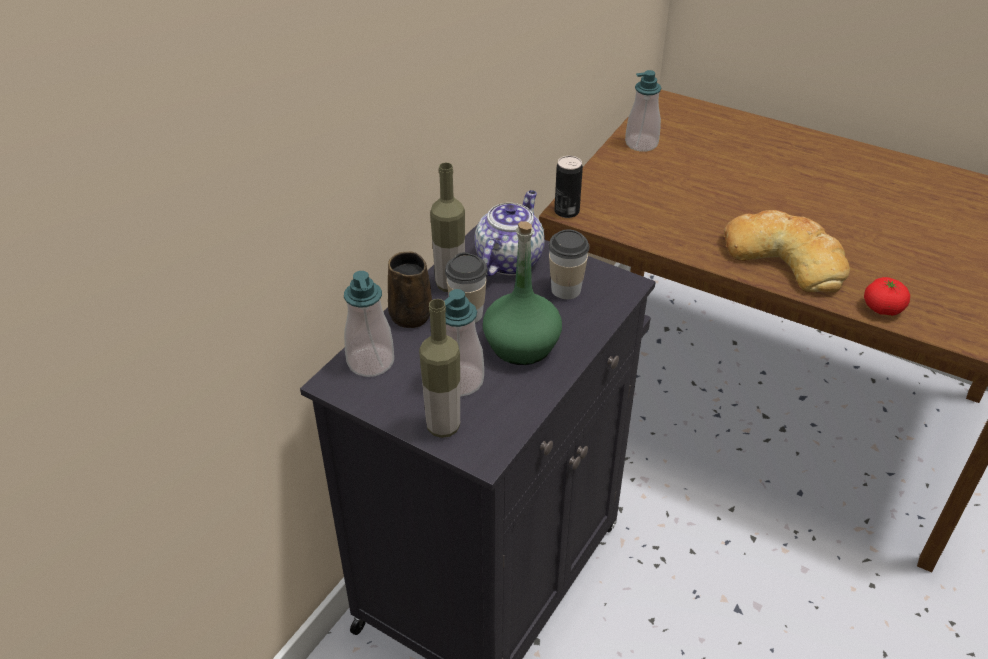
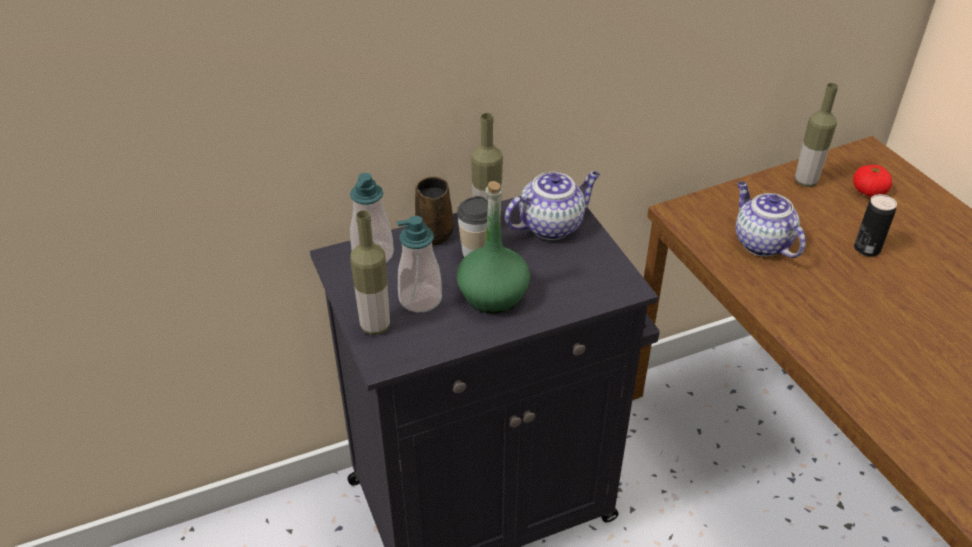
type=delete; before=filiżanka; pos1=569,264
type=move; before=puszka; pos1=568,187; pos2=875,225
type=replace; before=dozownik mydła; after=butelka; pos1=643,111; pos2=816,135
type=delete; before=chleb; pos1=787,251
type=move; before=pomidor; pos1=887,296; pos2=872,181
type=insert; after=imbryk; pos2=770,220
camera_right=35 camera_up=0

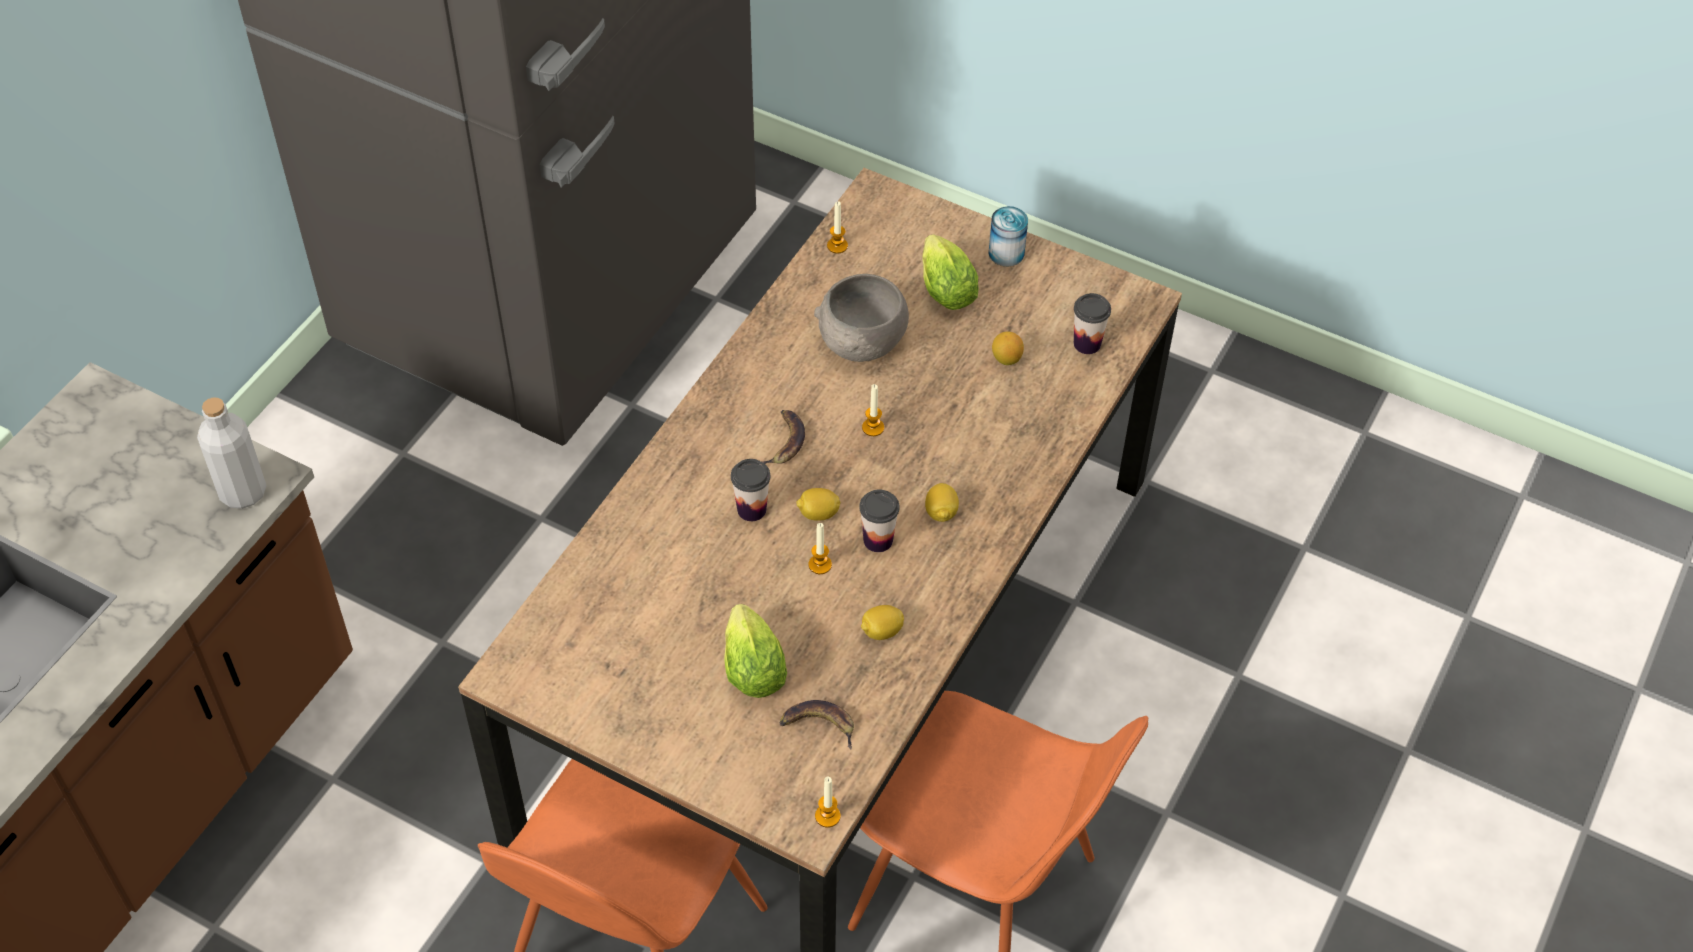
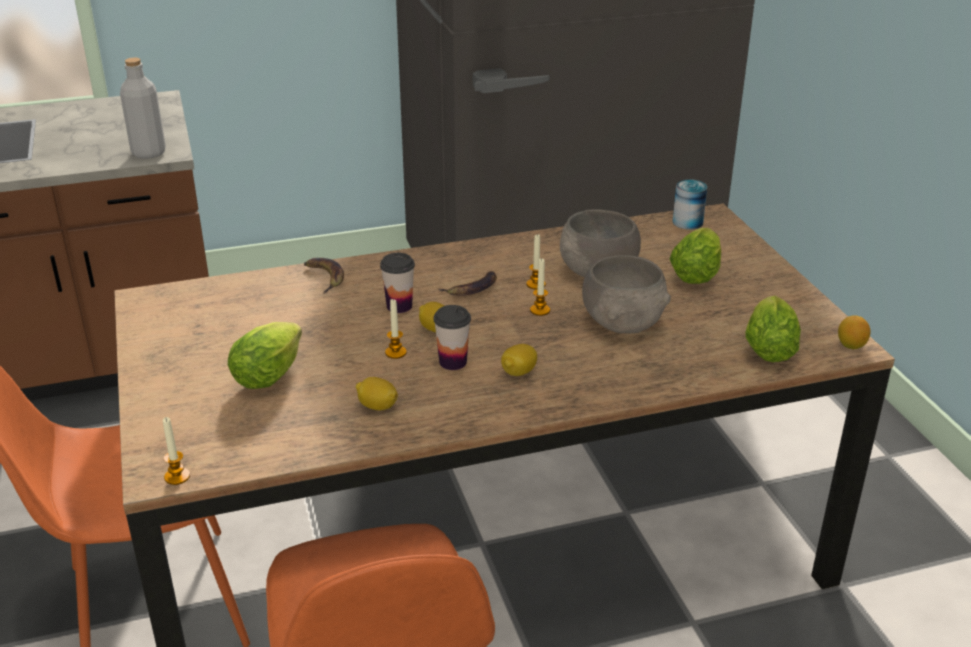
type=move; before=banan; pos1=817,725; pos2=324,276
type=move; before=świeca; pos1=837,227; pos2=536,261
type=move; before=puszka; pos1=1008,236; pos2=690,204
type=move; before=cytryna; pos1=1008,348; pos2=854,332
type=replace; before=filiżanka; after=sałata; pos1=1092,323; pos2=773,329
type=insert; after=miska [szary]; pos2=626,294
camera_right=45 camera_up=-20

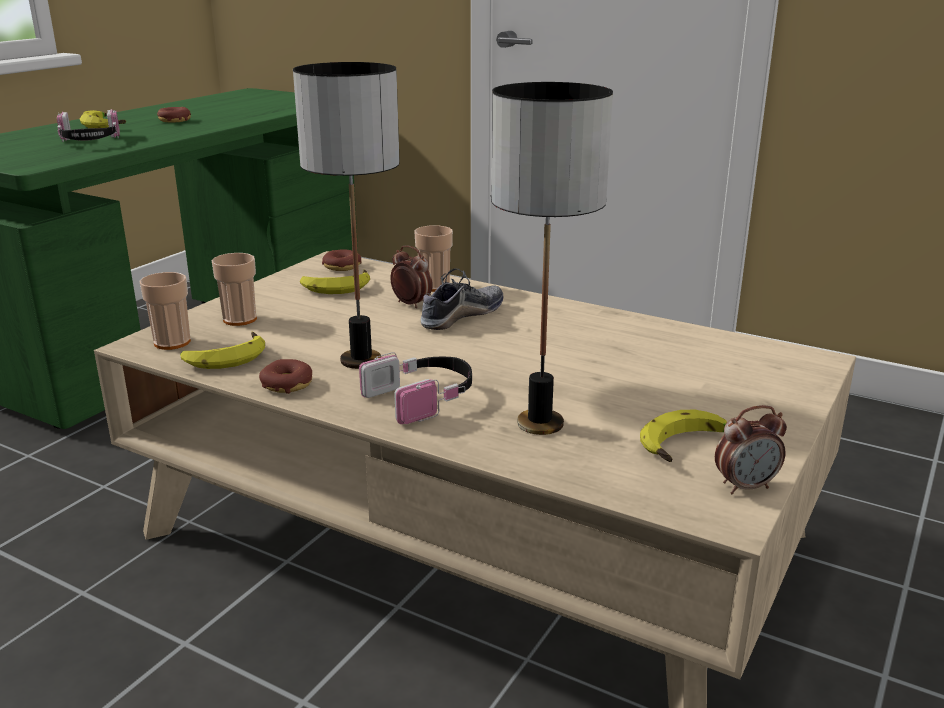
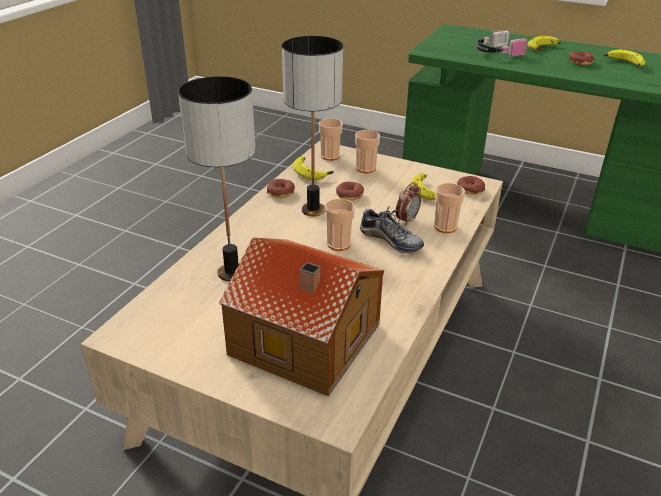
type=delete; before=słuchawki; pos1=415,388
type=move; before=banan; pos1=683,436; pos2=623,58
type=delete; before=budzik; pos1=751,449
type=insert; after=domek; pos2=301,317
type=insert; after=filiżanka; pos2=340,225
type=insert; after=donut; pos2=350,191
camera_right=85 camera_up=10

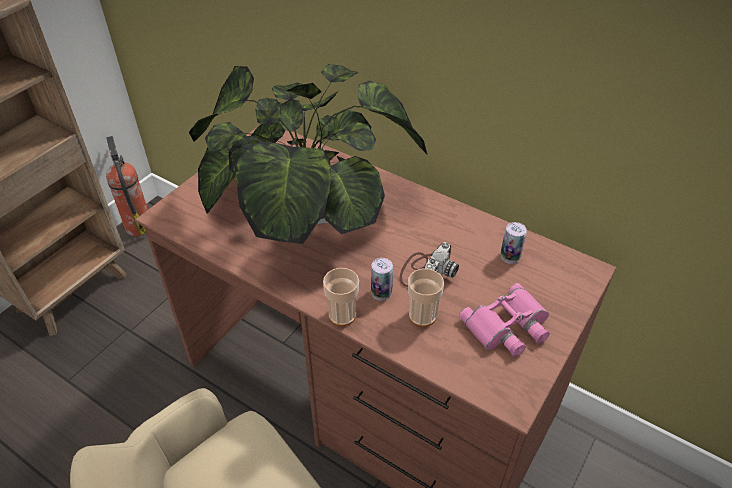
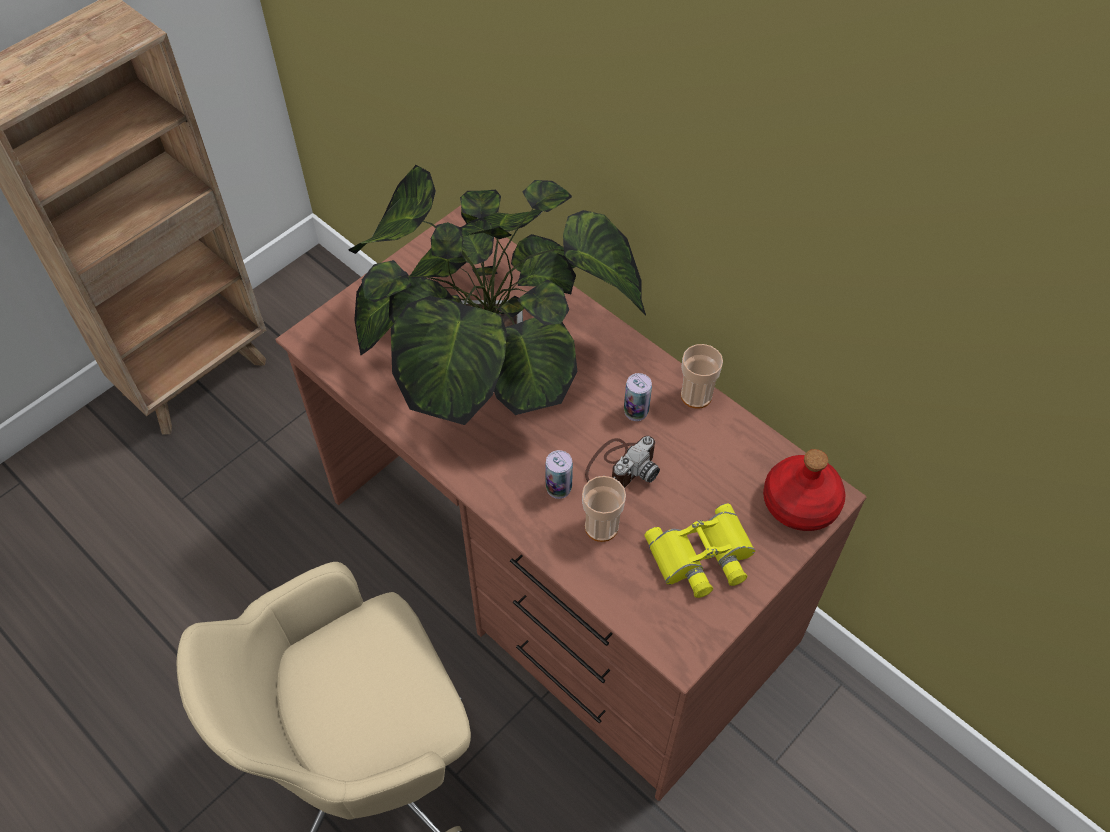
type=delete; before=gaśnica; pos1=127,186
type=move; before=filiżanka; pos1=341,297; pos2=702,376
type=recolor; before=lornetka [różowy]; after=lornetka [żółty]; pos1=504,320; pos2=700,550
type=move; before=puszka; pos1=514,243; pos2=638,397
type=insert; after=butelka [czerwony]; pos2=804,490
camera_right=10 camera_up=10

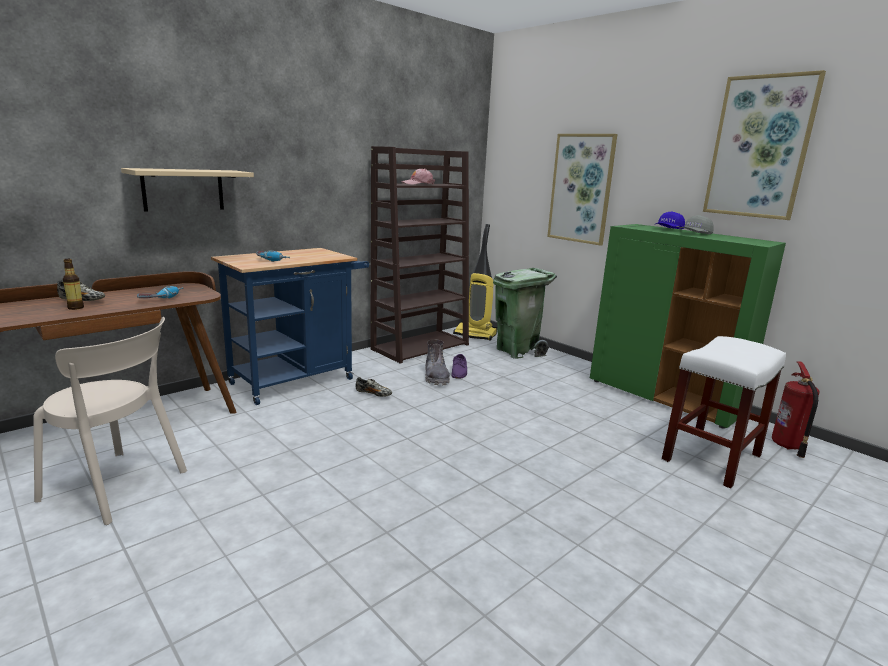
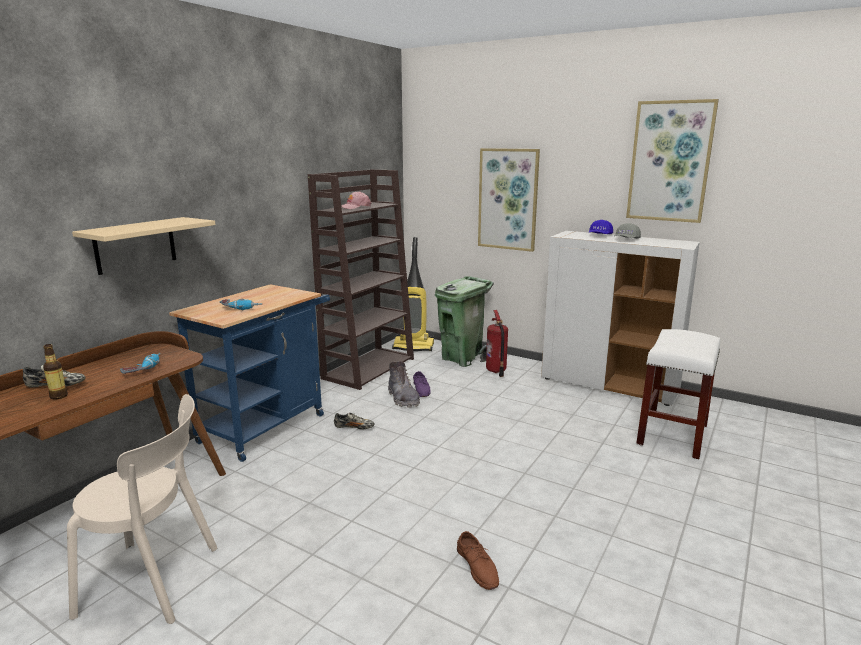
type=recolor; before=szafka [zielony]; after=szafka [biały]; pos1=688,326; pos2=620,318
type=move; before=gaśnica; pos1=795,409; pos2=497,343
type=insert; after=but [brązowy]; pos2=478,560
camera_right=-15 camera_up=0

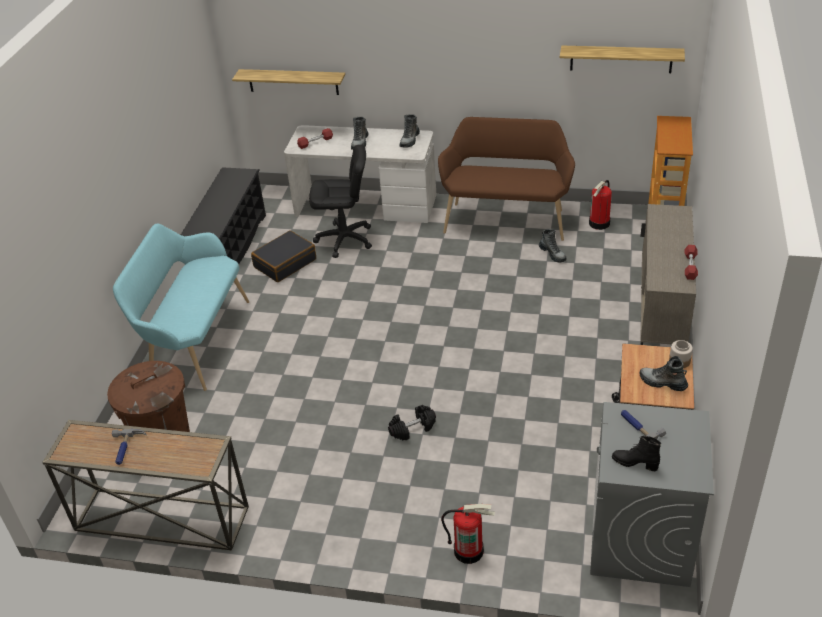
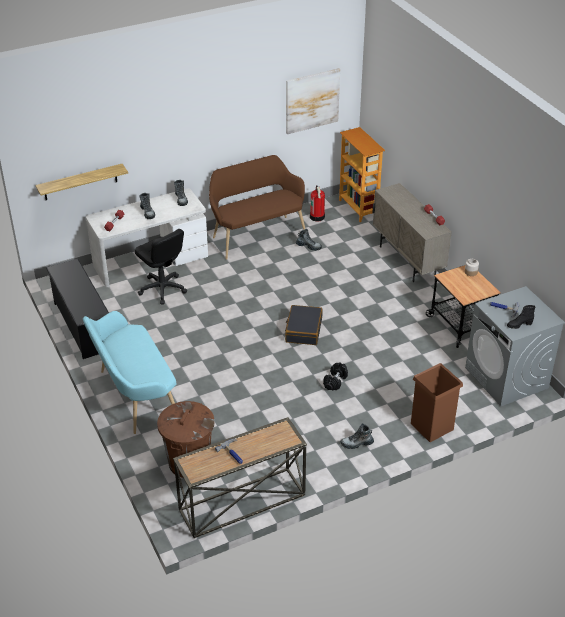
type=move; before=walizka [czarny]; pos1=283,256; pos2=304,325
type=rotate; before=krzesło biurowe [czarny]; pos1=340,201; pos2=161,267; turn=90
type=replace; before=gaśnica; after=kosz na śmieci [brązowy]; pos1=468,534; pos2=437,402
type=replace; before=półka; after=obraz; pos1=622,59; pos2=313,101
type=move; before=but z cholewką; pos1=663,373; pos2=357,436
camera_right=-40 camera_up=0

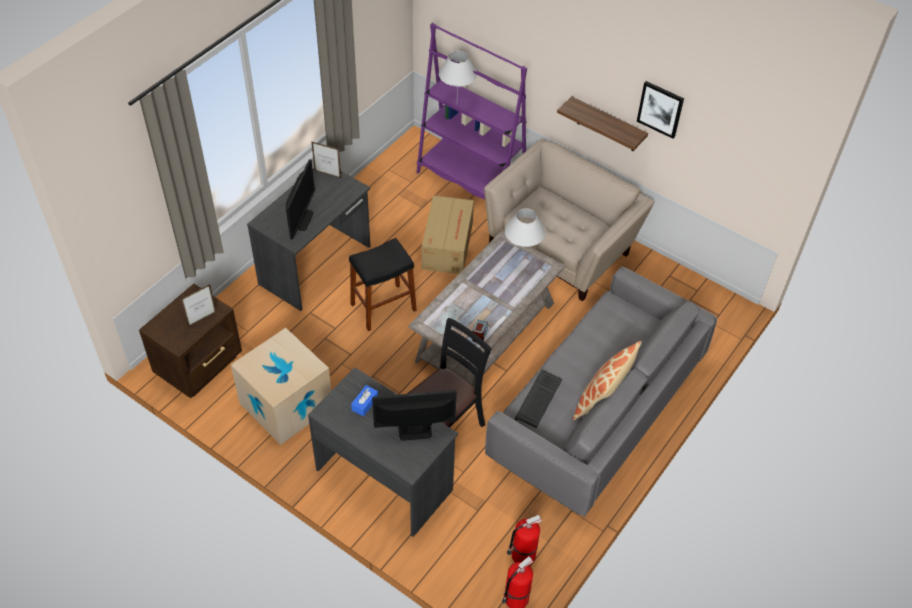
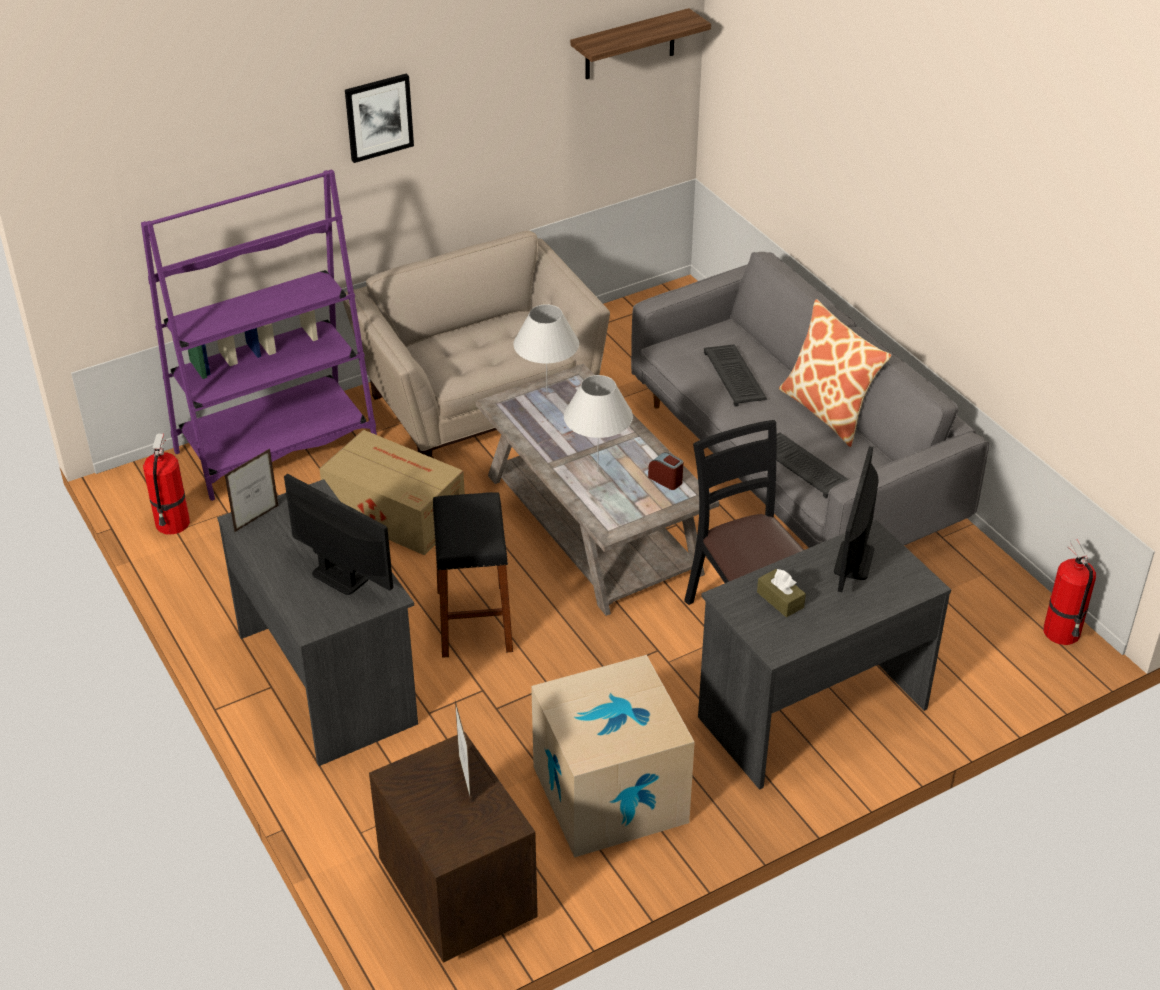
type=recolor; before=pudełko chusteczek [niebieski]; after=pudełko chusteczek [brązowy]; pos1=364,400; pos2=781,593
type=move; before=lampa stołowa [biały]; pos1=458,72; pos2=598,423
type=move; before=gaśnica; pos1=524,540; pos2=166,484
type=move; before=półka; pos1=602,123; pos2=640,43
type=move; before=obraz; pos1=660,110; pos2=379,118
type=insert; after=klawiatura; pos2=735,375
camera_right=-65 camera_up=-10

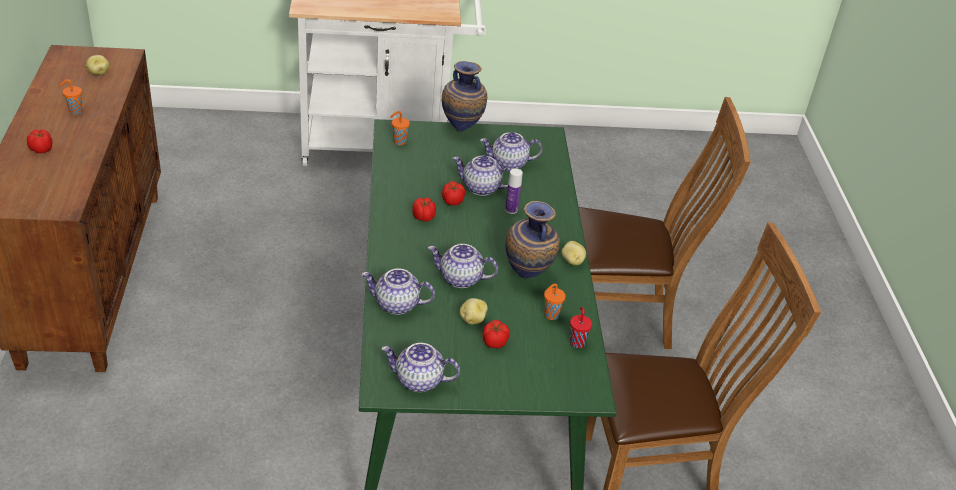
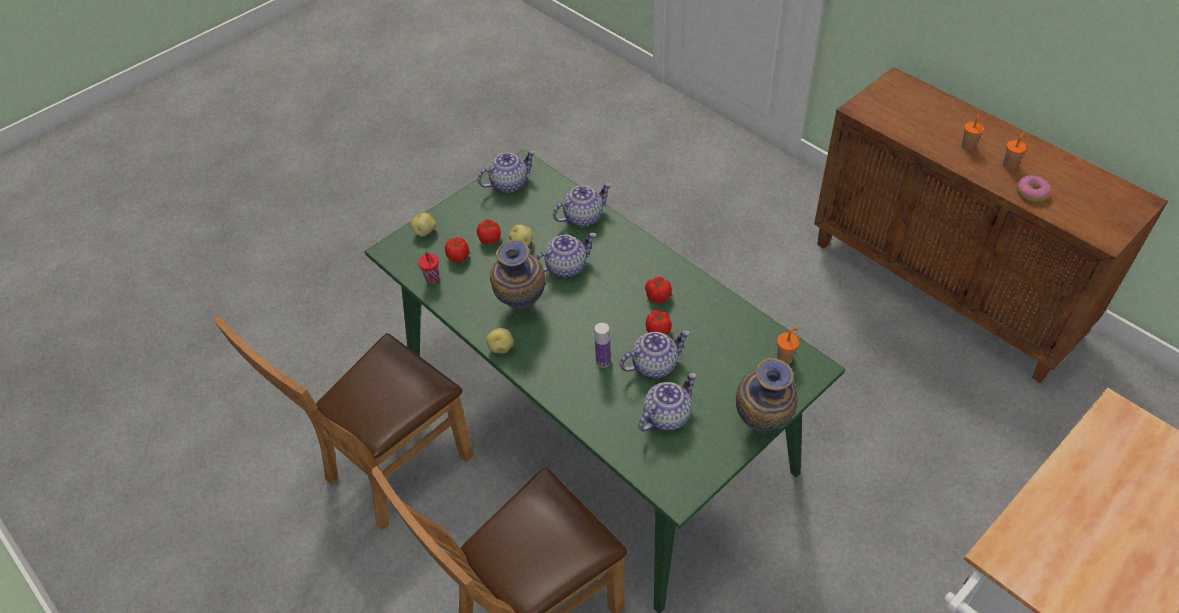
type=move; before=pomidor; pos1=39,141; pos2=457,250
type=move; before=ziemniak; pos1=97,65; pos2=423,225
type=move; before=filiżanka [pomarańczowy]; pos1=555,301; pos2=972,132
type=insert; after=donut; pos2=1034,188
camera_right=145 camera_up=10

